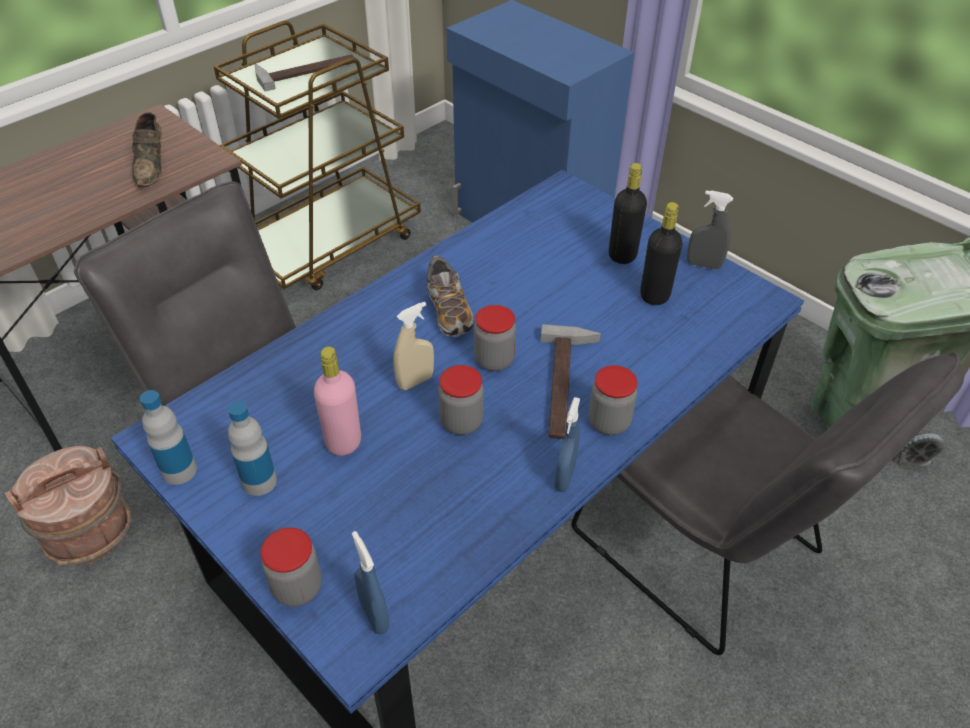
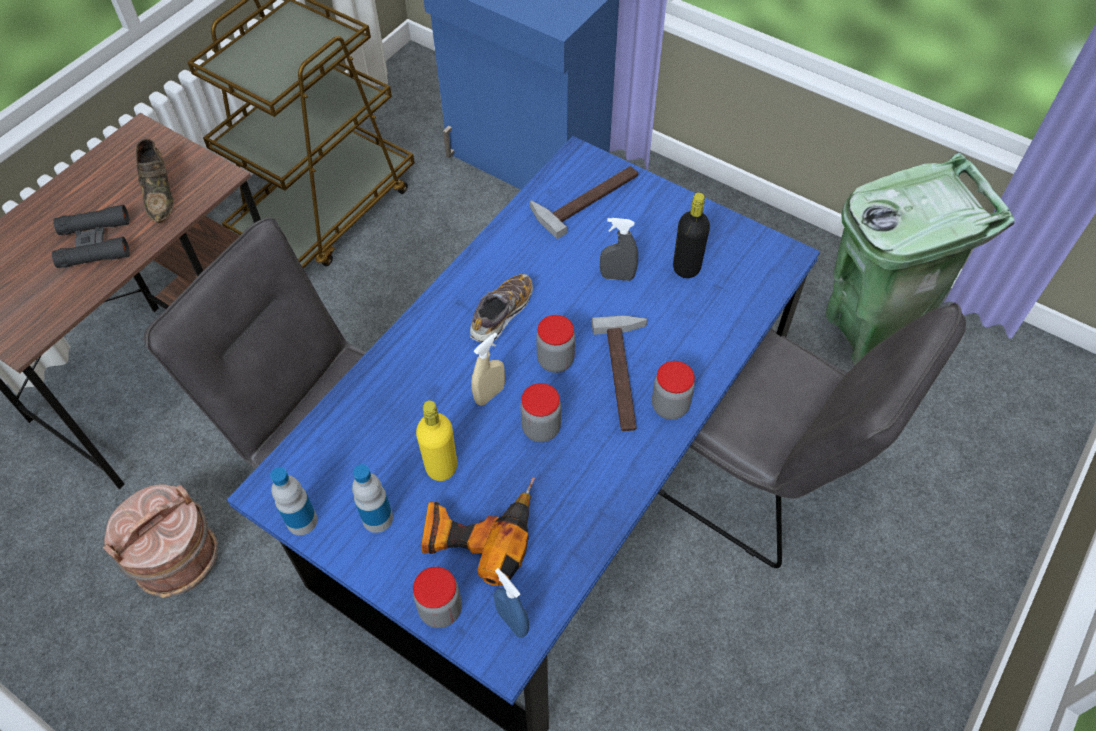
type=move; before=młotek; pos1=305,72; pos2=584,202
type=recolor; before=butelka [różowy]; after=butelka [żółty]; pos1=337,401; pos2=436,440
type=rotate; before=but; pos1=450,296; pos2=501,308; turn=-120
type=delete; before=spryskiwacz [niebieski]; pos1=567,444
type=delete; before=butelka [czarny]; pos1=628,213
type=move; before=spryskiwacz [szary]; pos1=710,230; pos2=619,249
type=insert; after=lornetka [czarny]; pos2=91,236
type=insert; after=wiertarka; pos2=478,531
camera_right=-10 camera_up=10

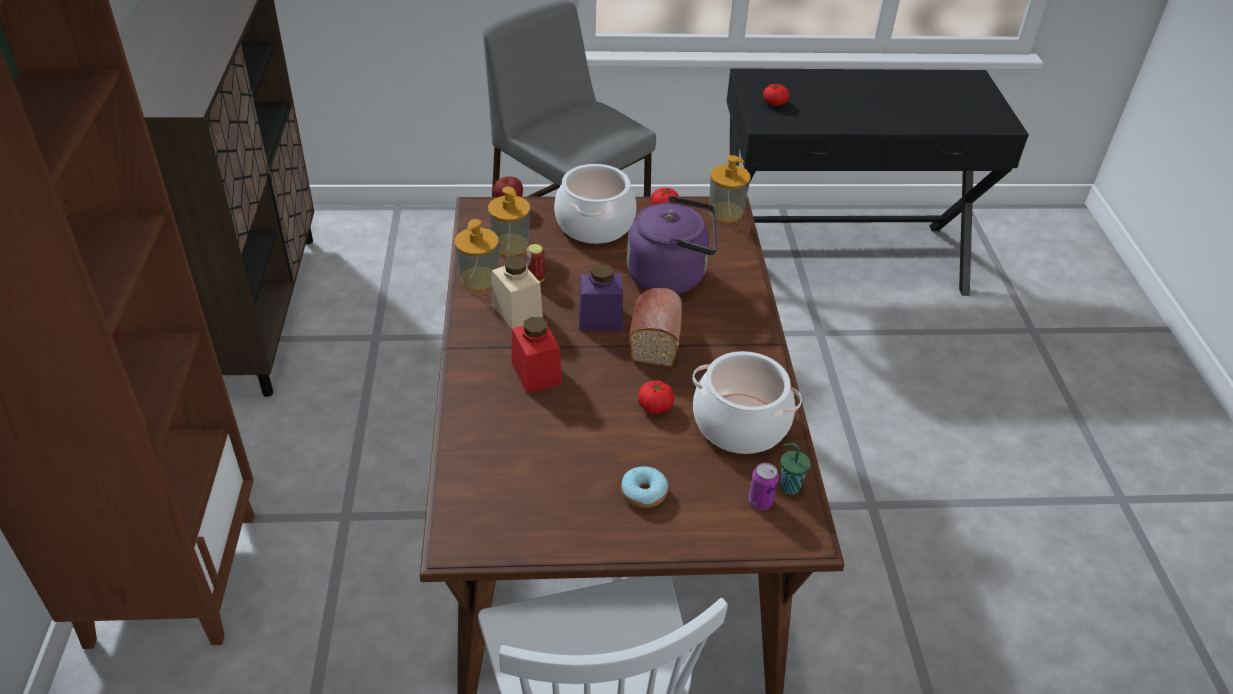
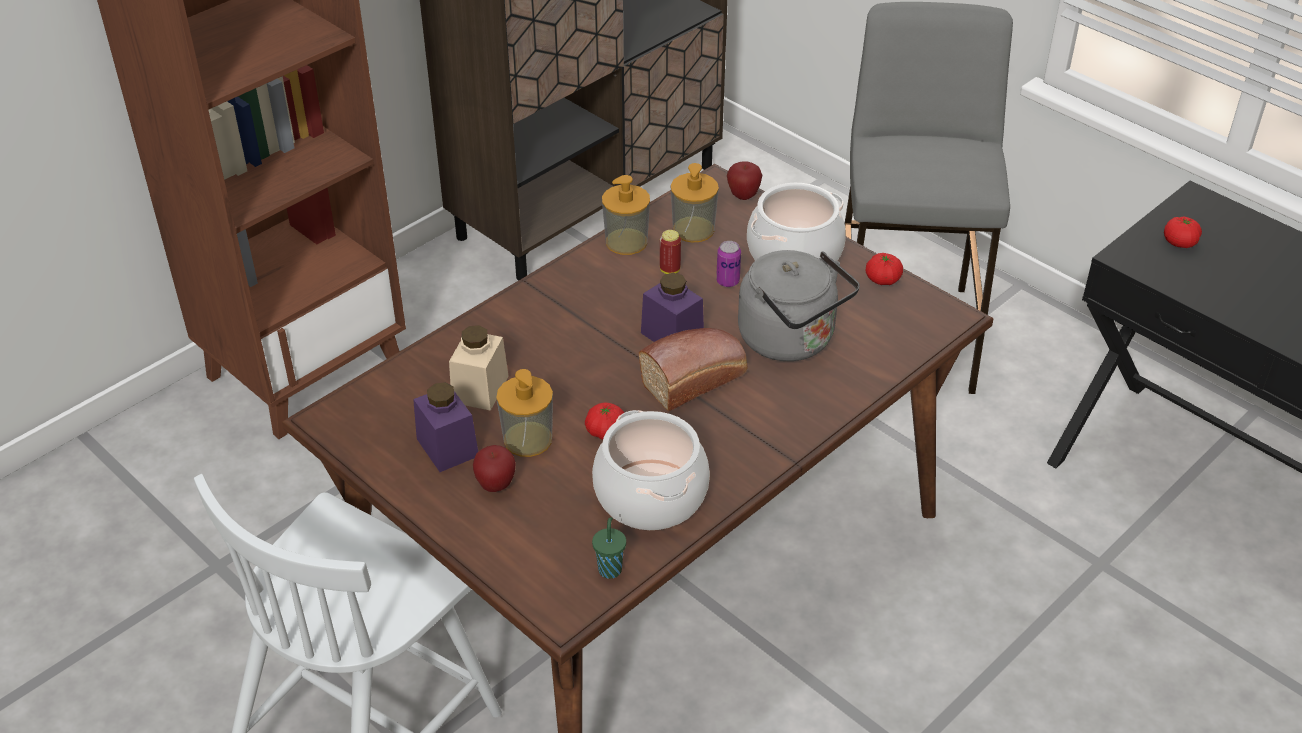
type=move; before=słoik [beżowy]; pos1=517,292; pos2=479,368
type=delete; before=słoik [czerwony]; pos1=537,355
type=replace; before=donut; after=jabłko; pos1=644,487; pos2=494,468
type=recolor; before=czajnik [fioletowy]; after=czajnik [szary]; pos1=672,245; pos2=799,305
type=move; before=dozownik mydła; pos1=730,188; pos2=524,413
type=move; before=puszka; pos1=763,486; pos2=728,264
type=insert; after=słoik [fioletowy]; pos2=445,427
camera_right=50 camera_up=0

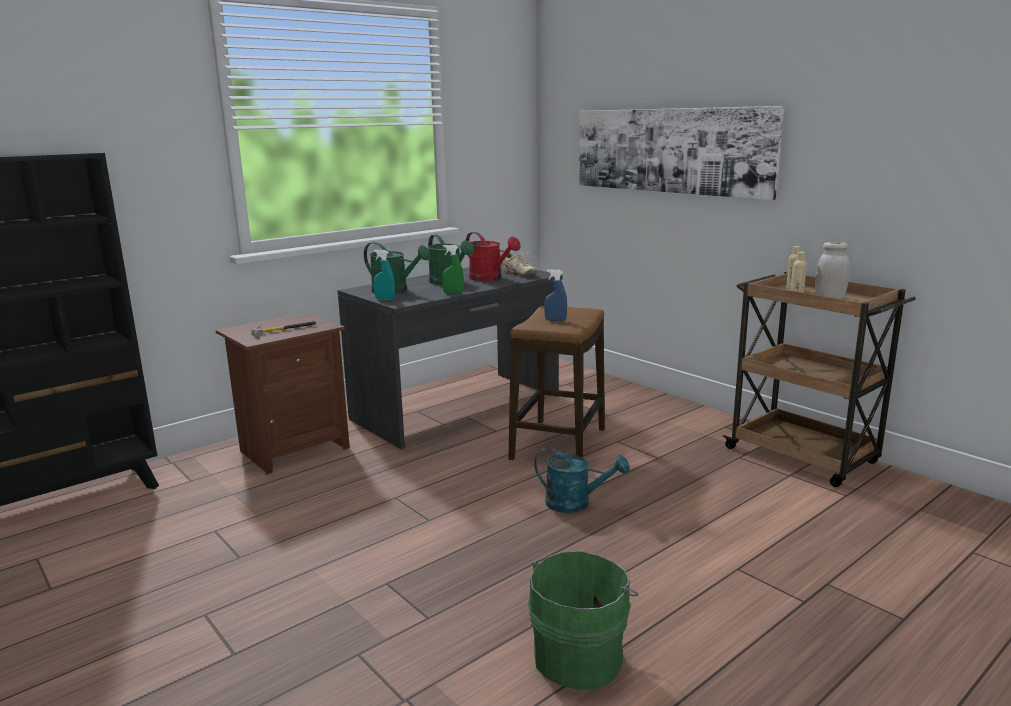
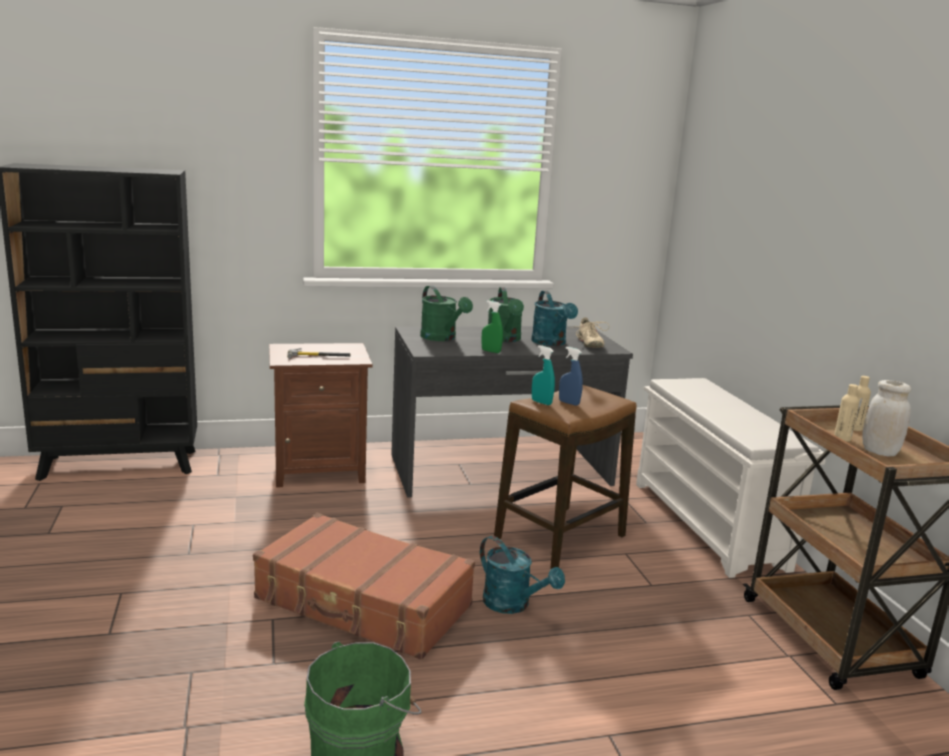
type=move; before=spryskiwacz [turkusowy]; pos1=384,275; pos2=543,375
type=recolor; before=konewka [czerwony]; after=konewka [turkusowy]; pos1=493,256; pos2=554,318
type=delete; before=obraz; pos1=681,153
type=insert; after=walizka [brązowy]; pos2=364,586
type=insert; after=regał na buty [biały]; pos2=731,478
camera_right=25 camera_up=0

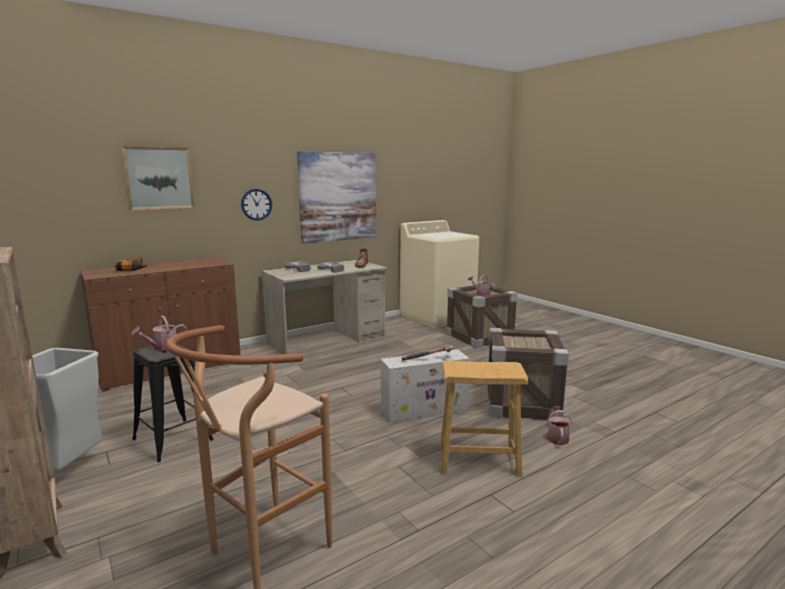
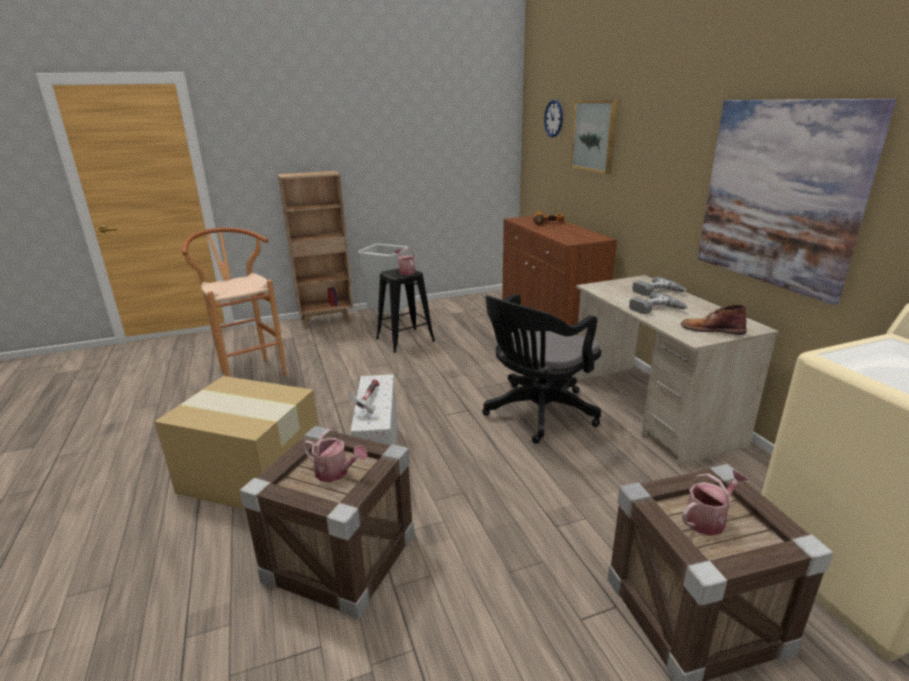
type=move; before=zegar ścienny; pos1=256,204; pos2=553,118
type=replace; before=stołek [brązowy]; after=karton; pos1=484,419; pos2=236,443
type=move; before=konewka; pos1=559,425; pos2=335,455
type=insert; after=krzesło biurowe [czarny]; pos2=541,369
camera_right=105 camera_up=10

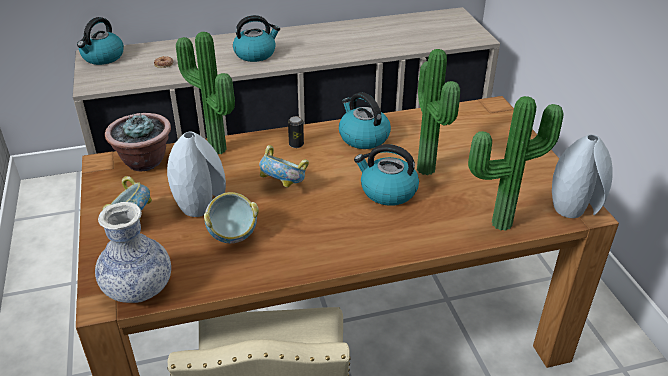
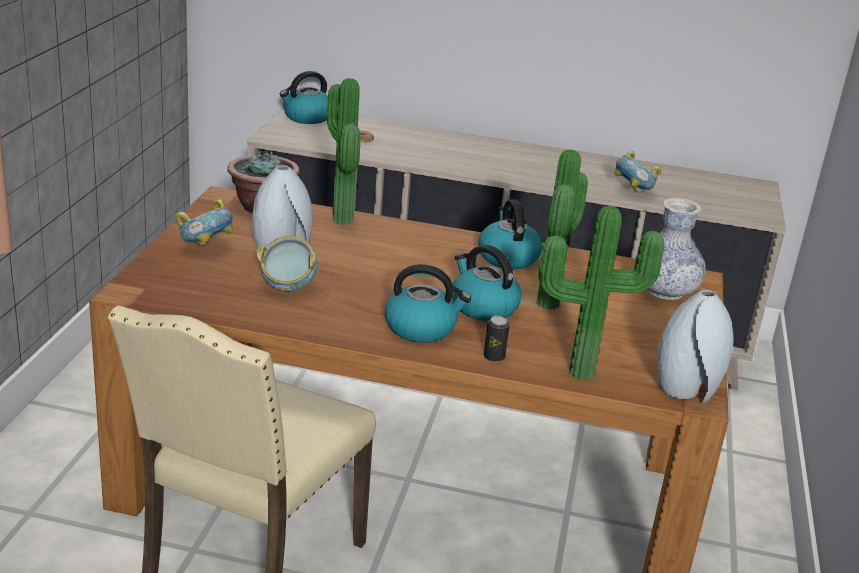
type=move; before=wazon; pos1=133,252; pos2=670,249
type=move; before=czajnik; pos1=256,38; pos2=428,303
type=move; before=miska; pos1=284,166; pos2=637,171
type=move; before=puszka; pos1=296,132; pos2=497,339
camera_right=25 camera_up=-10

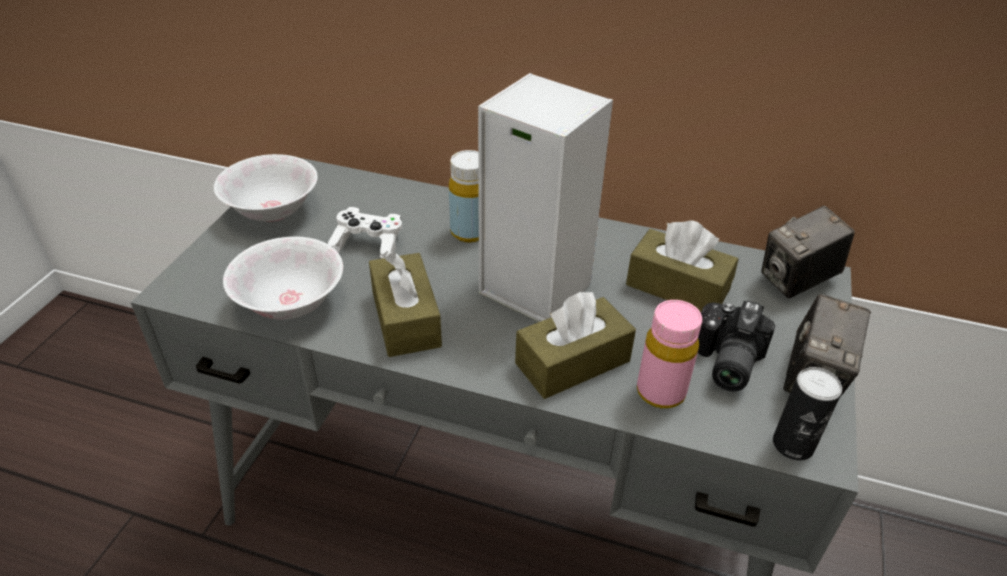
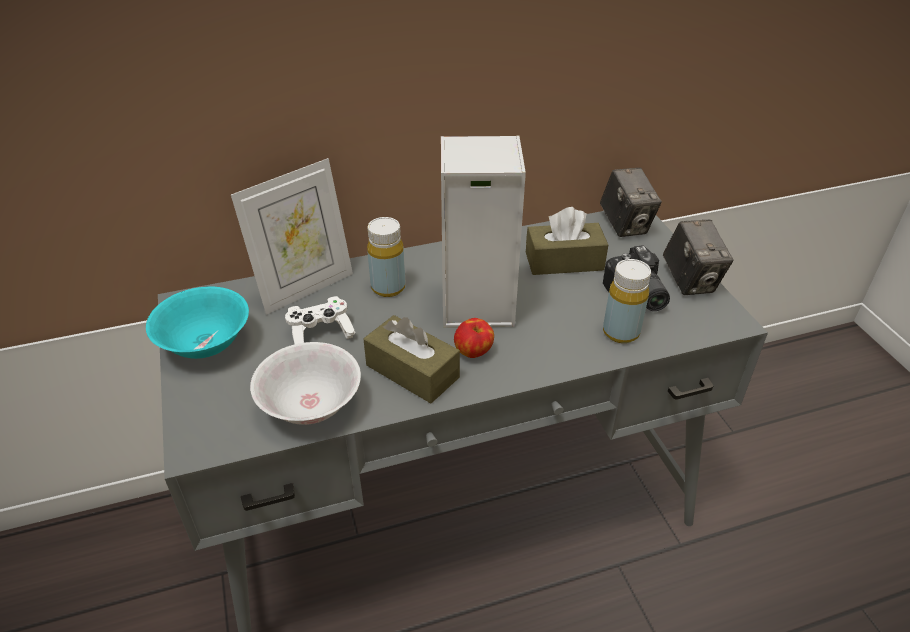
type=recolor; before=miska [biały]; after=miska [turkusowy]; pos1=266,188; pos2=197,322
type=delete; before=pudełko chusteczek [brązowy]; pos1=575,345
type=recolor; before=butelka [różowy]; after=butelka [żółty]; pos1=669,354; pos2=627,301
type=rotate; before=aparat fotograficzny; pos1=808,252; pos2=631,202; turn=-45
type=delete; before=puszka; pos1=807,413
type=insert; after=ramka na zdjęcie; pos2=292,236
type=insert; after=jabłko; pos2=474,338
camera_right=-35 camera_up=0

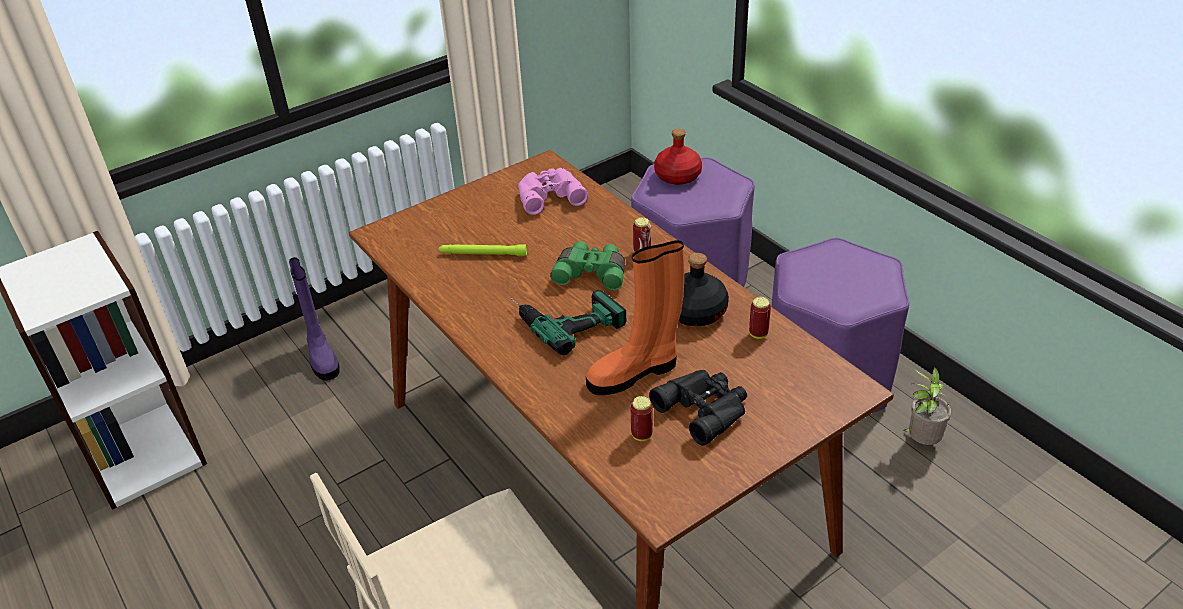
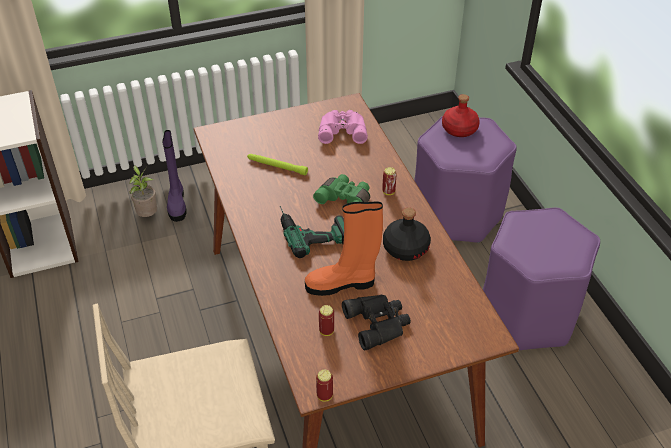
type=move; before=puszka; pos1=760,318; pos2=324,385
type=move; before=roślina doniczkowa; pos1=927,406; pos2=143,191
camera_right=15 camera_up=5

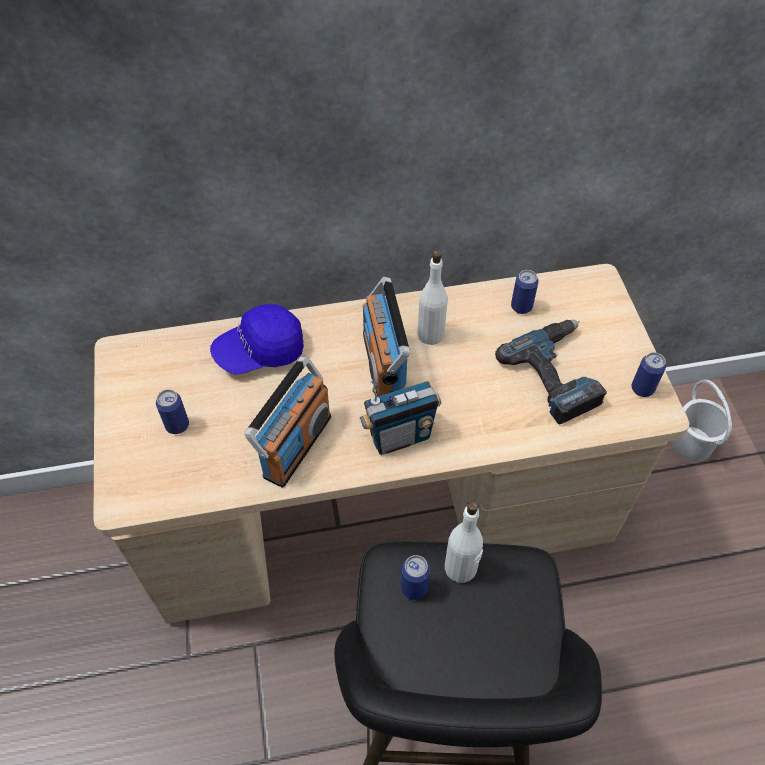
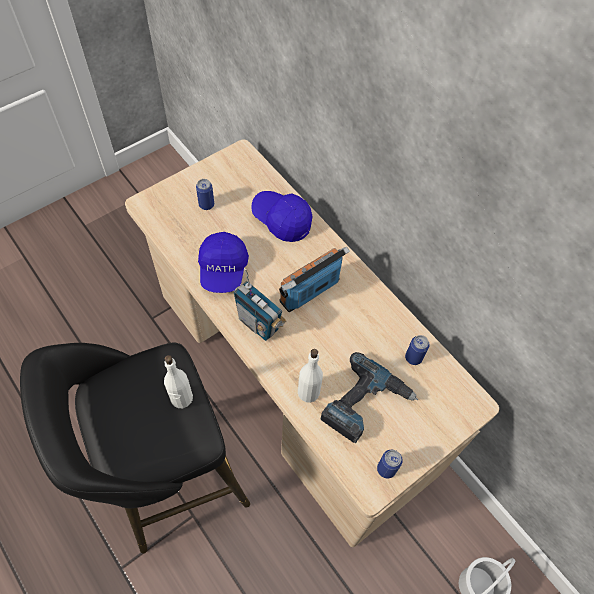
type=replace; before=radio; after=czapka z daszkiem [niebieski]; pos1=287,422; pos2=223,262
type=delete; before=puszka; pos1=415,577
type=move; before=butelka [biały]; pos1=432,298; pos2=310,376
camera_right=60 camera_up=5

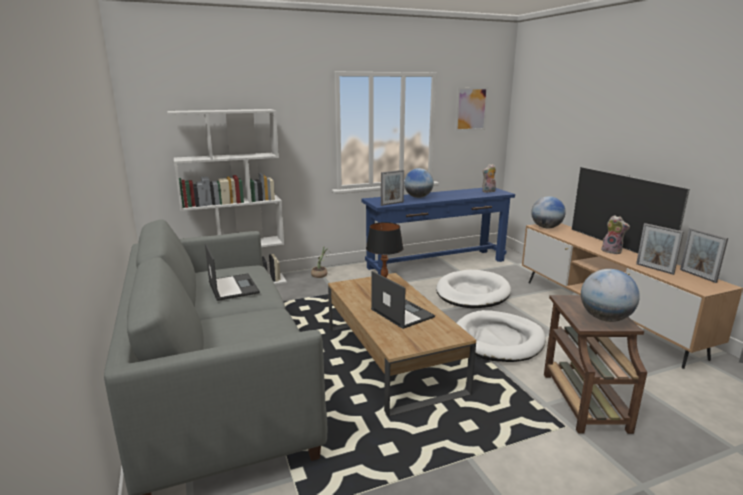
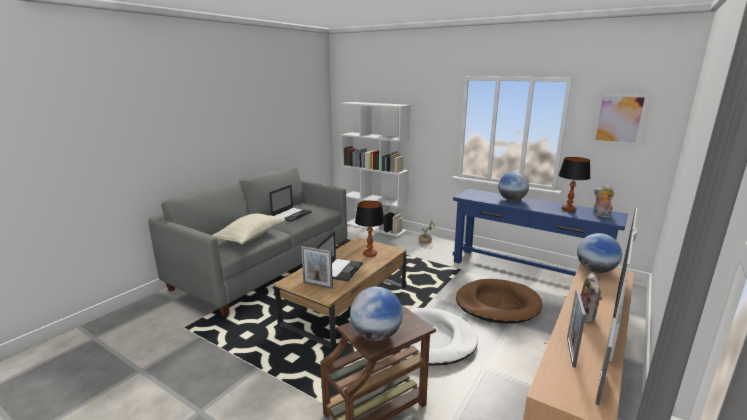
type=move; before=ramka na zdjęcie; pos1=392,188; pos2=317,267
type=recolor; before=legowisko [biały]; after=legowisko [brązowy]; pos1=473,289; pos2=499,301
type=insert; after=poduszka [beżowy]; pos2=249,228
type=insert; after=lampa stołowa; pos2=574,184
camera_right=55 camera_up=0

